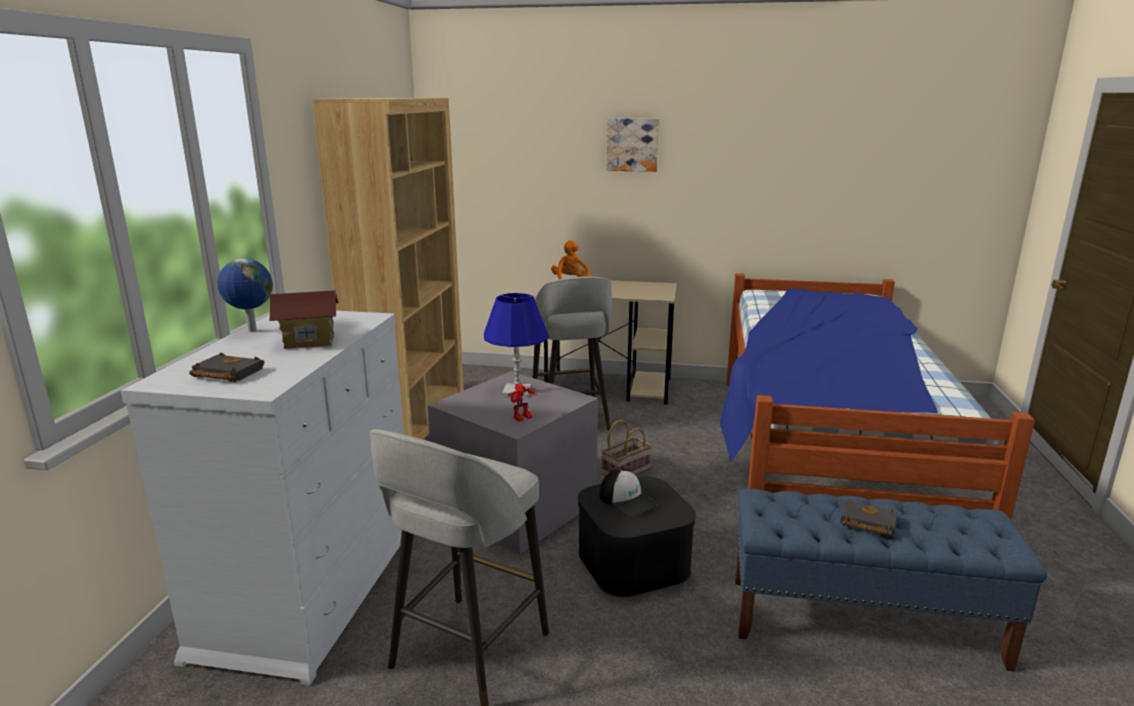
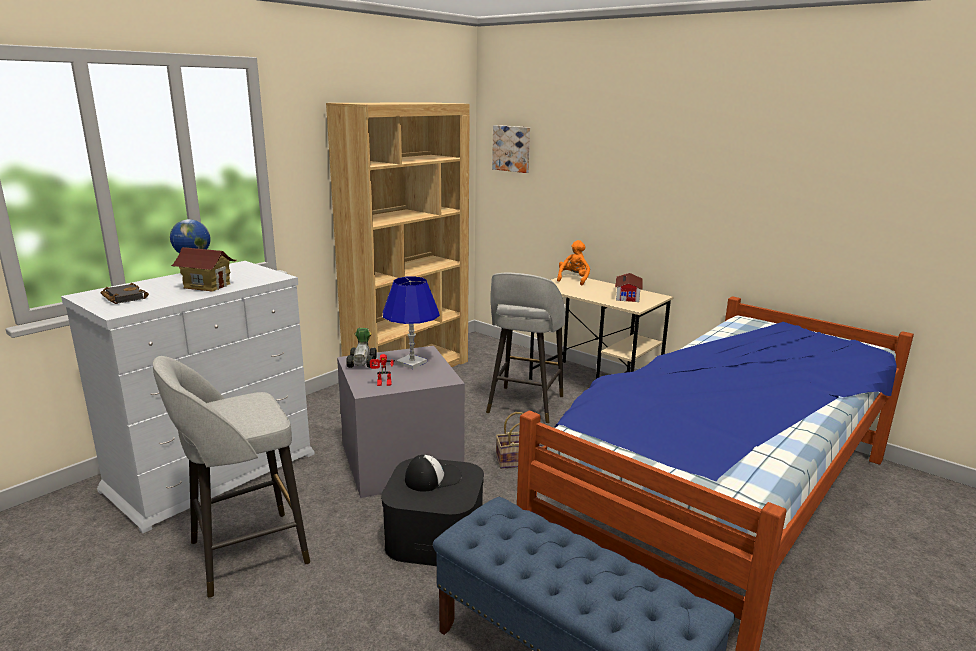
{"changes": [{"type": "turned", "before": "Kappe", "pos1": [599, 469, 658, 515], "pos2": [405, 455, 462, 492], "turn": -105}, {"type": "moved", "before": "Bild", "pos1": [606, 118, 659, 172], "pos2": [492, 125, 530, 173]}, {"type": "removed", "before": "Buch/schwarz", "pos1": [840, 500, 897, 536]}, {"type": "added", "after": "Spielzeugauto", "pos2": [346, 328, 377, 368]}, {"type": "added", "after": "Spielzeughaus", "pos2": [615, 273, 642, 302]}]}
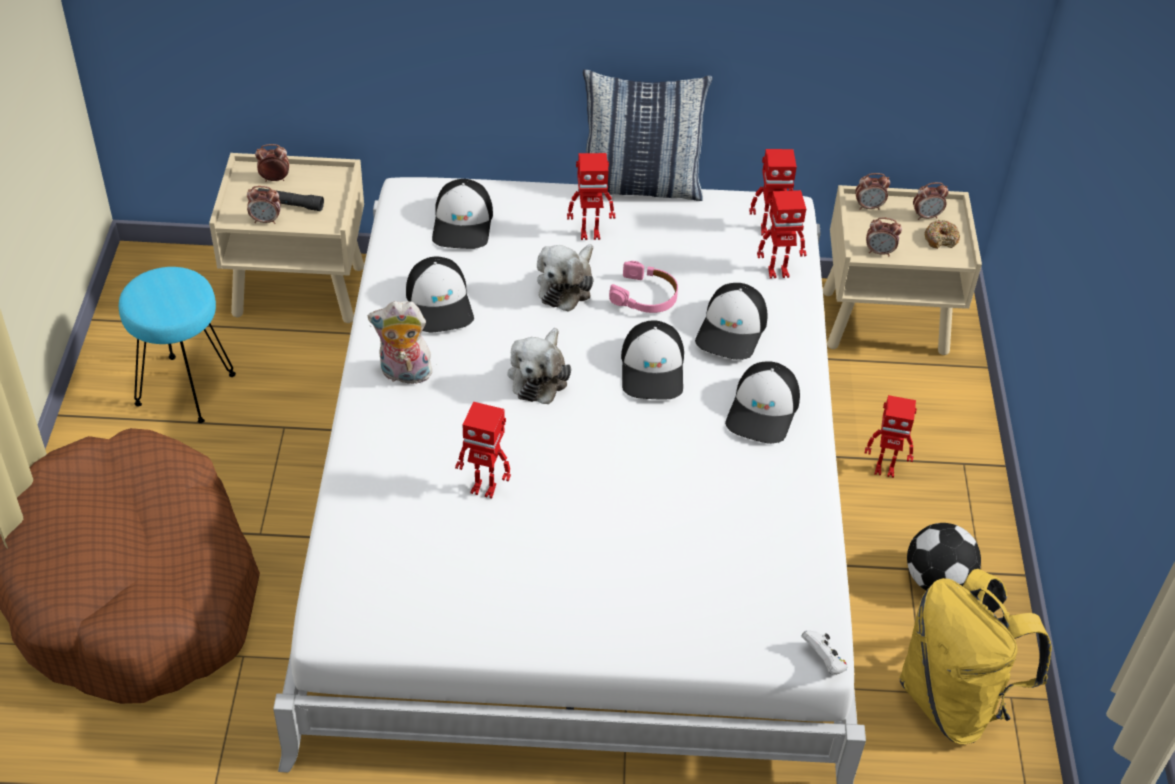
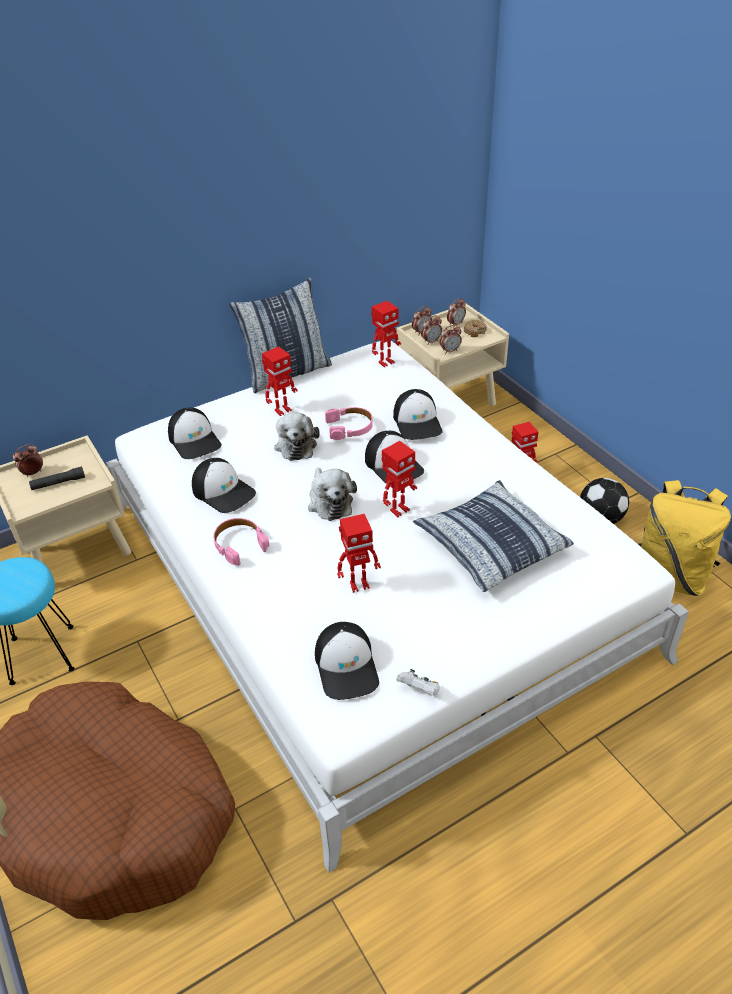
{"changes": [{"type": "moved", "before": "Wecker", "pos1": [247, 186, 281, 224], "pos2": [421, 315, 442, 345]}, {"type": "replaced", "before": "Plüschtier", "after": "Kopfhörer/rosa", "pos1": [368, 301, 432, 384], "pos2": [213, 518, 269, 566]}, {"type": "moved", "before": "Kappe", "pos1": [725, 361, 800, 444], "pos2": [315, 622, 379, 700]}, {"type": "moved", "before": "Spielzeugroboter", "pos1": [757, 190, 807, 279], "pos2": [382, 441, 417, 518]}, {"type": "moved", "before": "Gamepad/weiß", "pos1": [801, 630, 848, 675], "pos2": [397, 669, 440, 695]}, {"type": "added", "after": "Kissen", "pos2": [413, 480, 574, 592]}]}
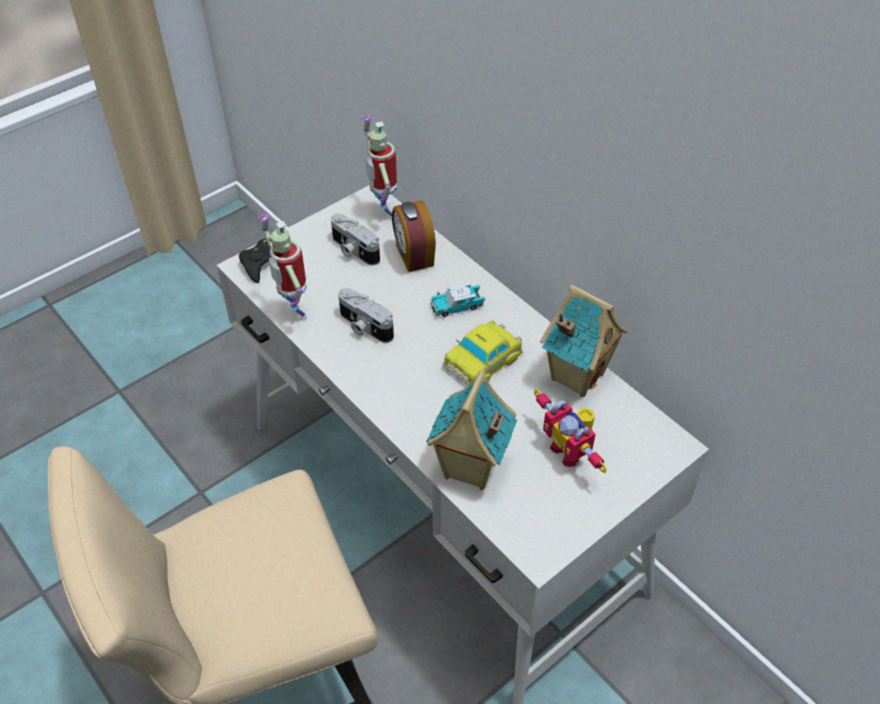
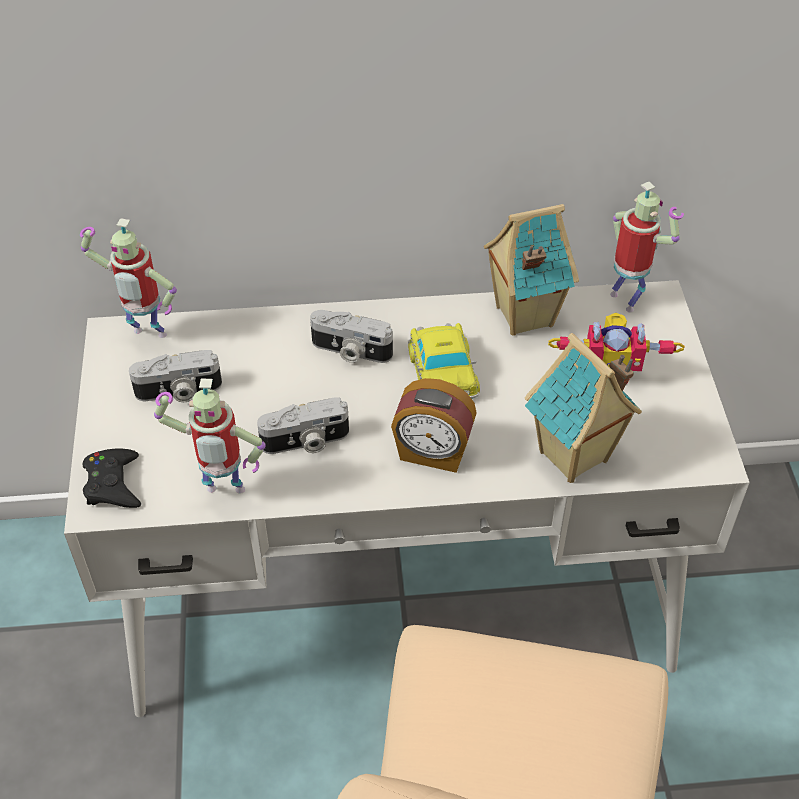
{"changes": [{"type": "moved", "before": "Wecker", "pos1": [392, 200, 436, 272], "pos2": [391, 378, 477, 473]}, {"type": "replaced", "before": "Spielzeugauto", "after": "Kamera", "pos1": [430, 282, 485, 317], "pos2": [310, 310, 393, 363]}, {"type": "added", "after": "Spielzeugroboter", "pos2": [610, 182, 684, 313]}]}
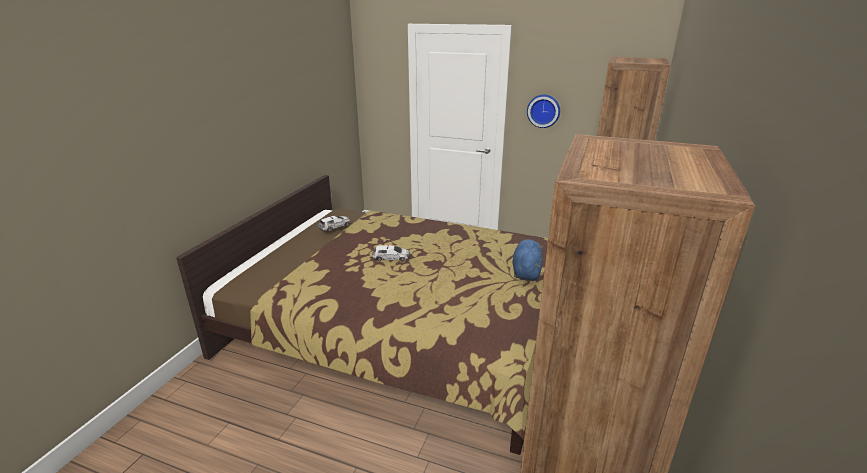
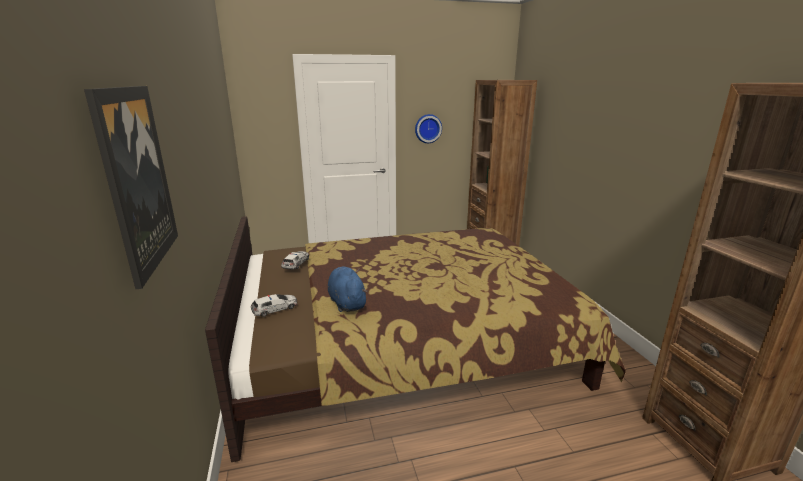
{"changes": [{"type": "moved", "before": "Spielzeugauto", "pos1": [372, 245, 410, 261], "pos2": [251, 294, 297, 317]}, {"type": "moved", "before": "Plüschtier/blau", "pos1": [512, 239, 544, 281], "pos2": [328, 267, 368, 312]}, {"type": "added", "after": "Bild", "pos2": [84, 86, 178, 289]}]}
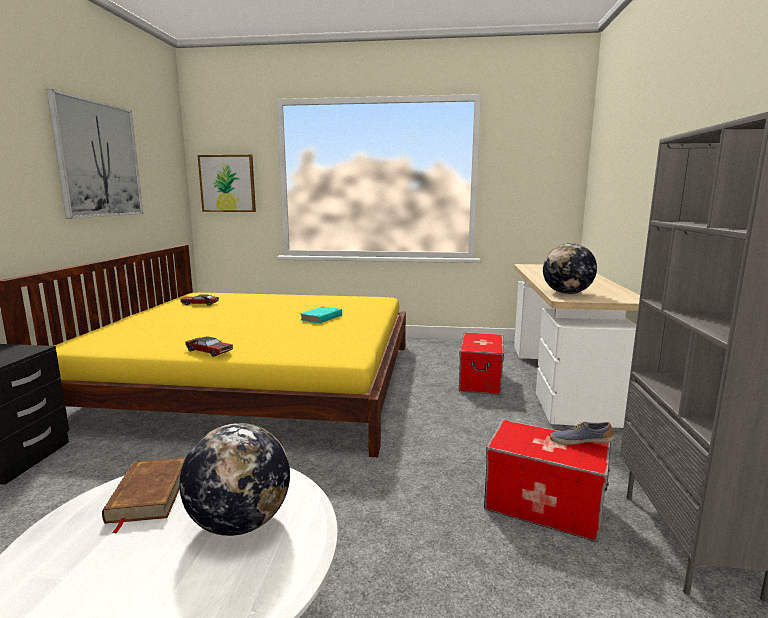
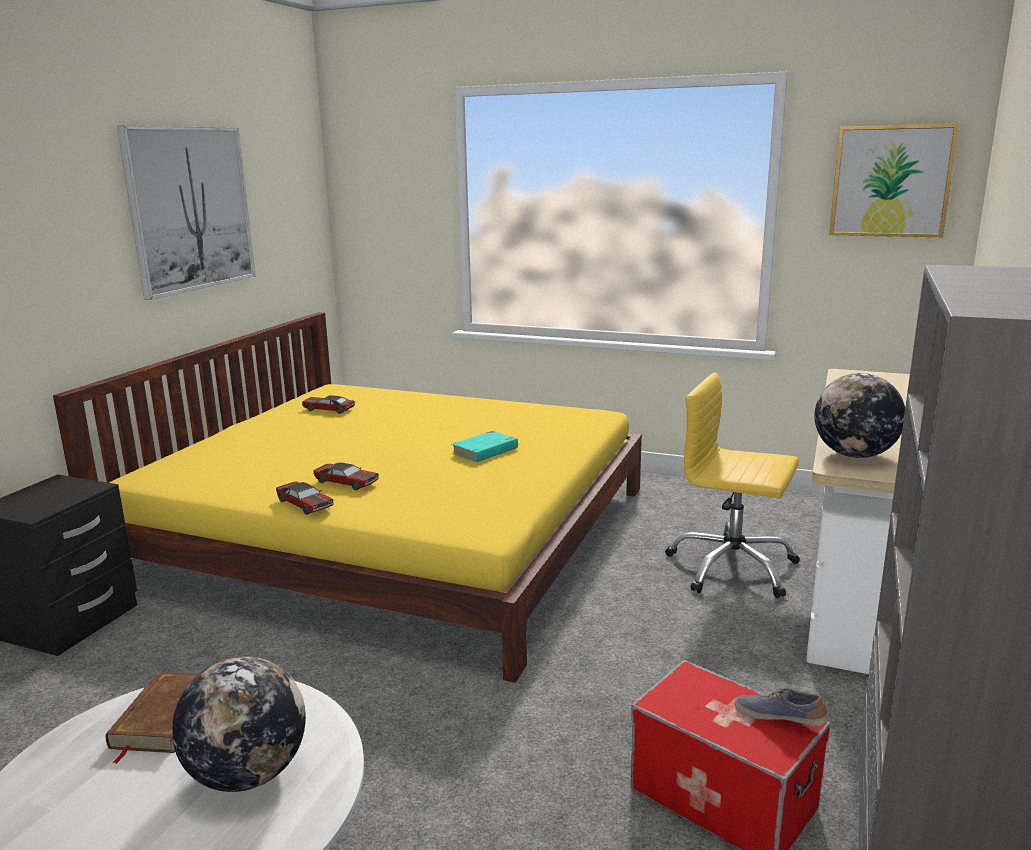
{"changes": [{"type": "moved", "before": "Bild", "pos1": [198, 155, 256, 212], "pos2": [829, 124, 959, 237]}, {"type": "replaced", "before": "Aufbewahrungsbox", "after": "Bürostuhl/gelb", "pos1": [459, 332, 504, 395], "pos2": [665, 372, 800, 598]}, {"type": "added", "after": "Spielzeugauto", "pos2": [313, 462, 379, 490]}]}
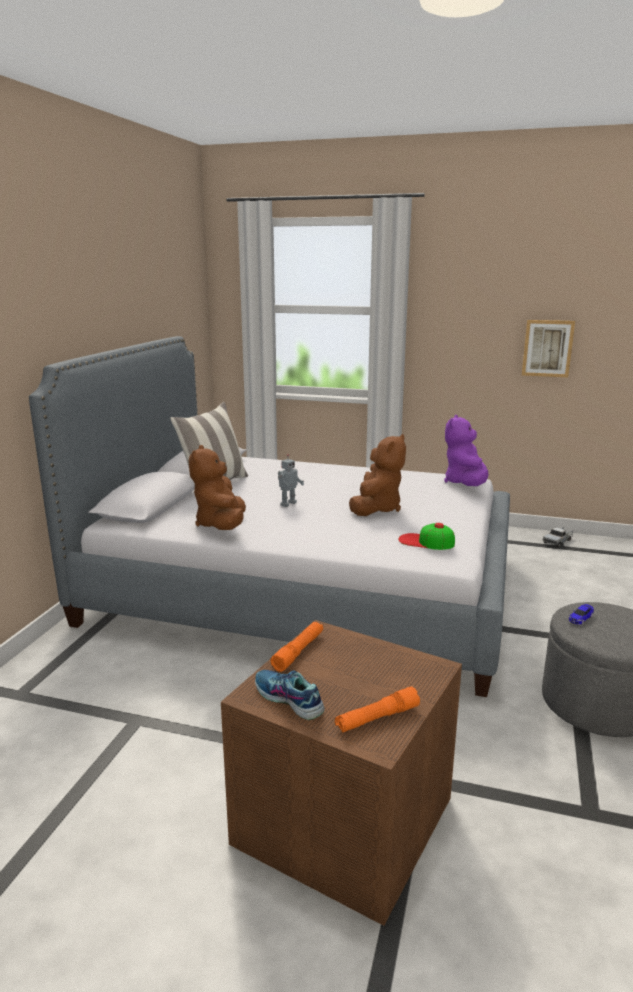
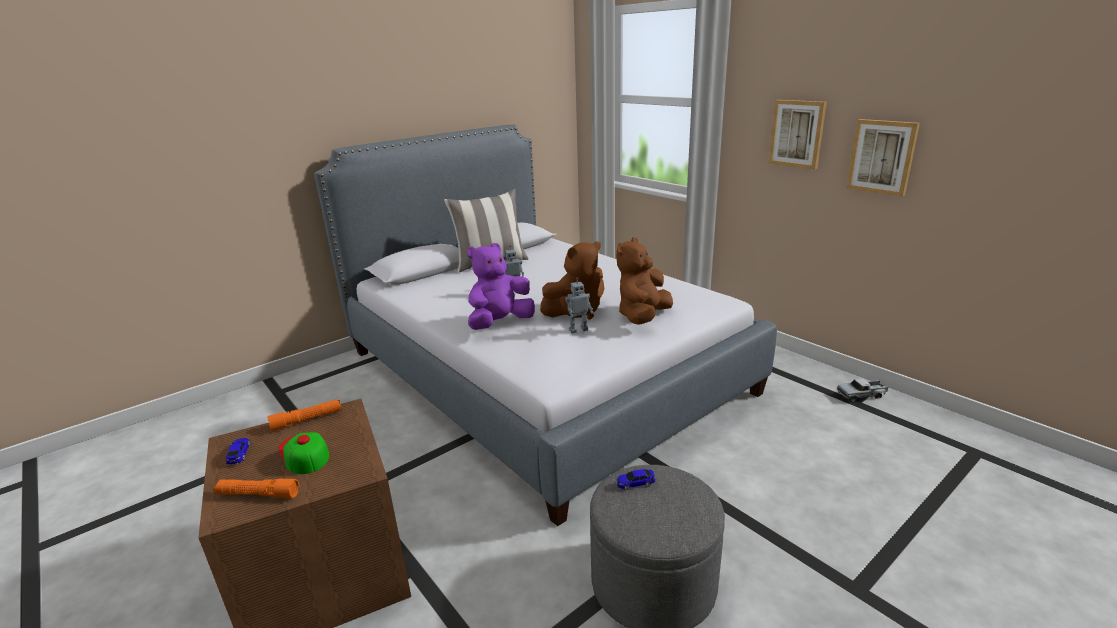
{"changes": [{"type": "moved", "before": "Plüschtier/braun", "pos1": [189, 445, 246, 530], "pos2": [616, 237, 673, 325]}, {"type": "replaced", "before": "Schuh", "after": "Spielzeugauto", "pos1": [255, 670, 325, 720], "pos2": [226, 438, 250, 465]}, {"type": "moved", "before": "Kappe", "pos1": [398, 523, 455, 550], "pos2": [278, 432, 330, 474]}, {"type": "moved", "before": "Plüschtier/lila", "pos1": [444, 415, 488, 486], "pos2": [467, 243, 535, 330]}, {"type": "added", "after": "Spielzeugroboter", "pos2": [565, 277, 593, 333]}, {"type": "added", "after": "Bild", "pos2": [769, 100, 827, 169]}]}
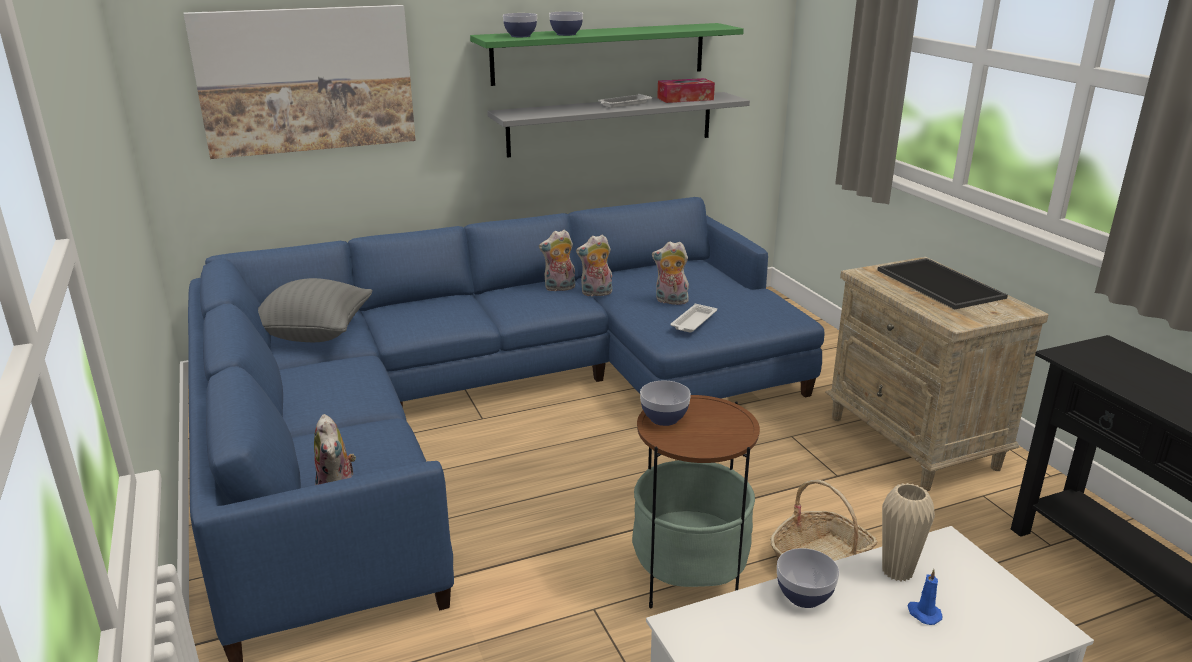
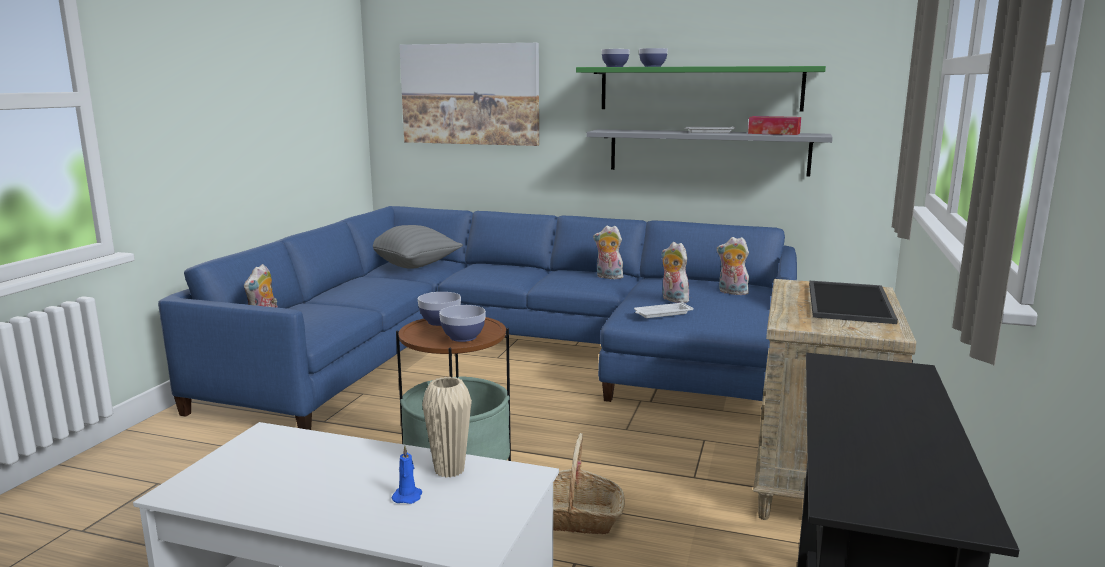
{"changes": [{"type": "moved", "before": "Plüschtier", "pos1": [576, 235, 612, 297], "pos2": [717, 237, 752, 295]}, {"type": "moved", "before": "Schüssel", "pos1": [777, 548, 839, 608], "pos2": [439, 305, 486, 342]}]}
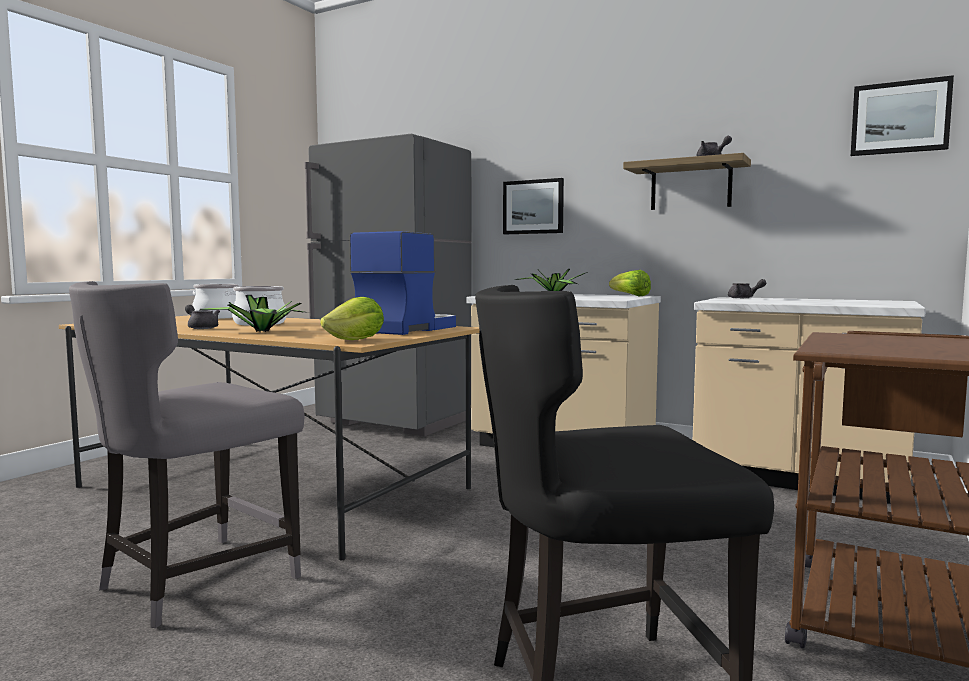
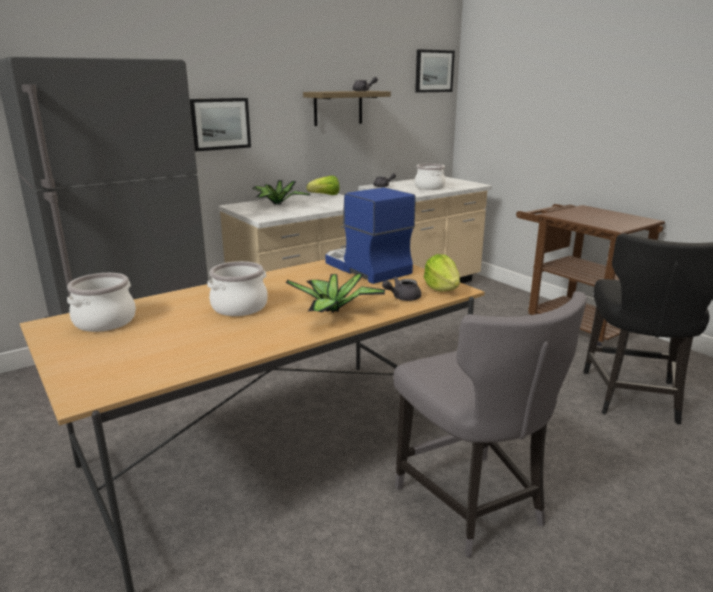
{"changes": [{"type": "moved", "before": "Teekanne/grau", "pos1": [185, 305, 220, 329], "pos2": [382, 277, 421, 301]}, {"type": "added", "after": "Kochtopf", "pos2": [415, 164, 446, 190]}]}
